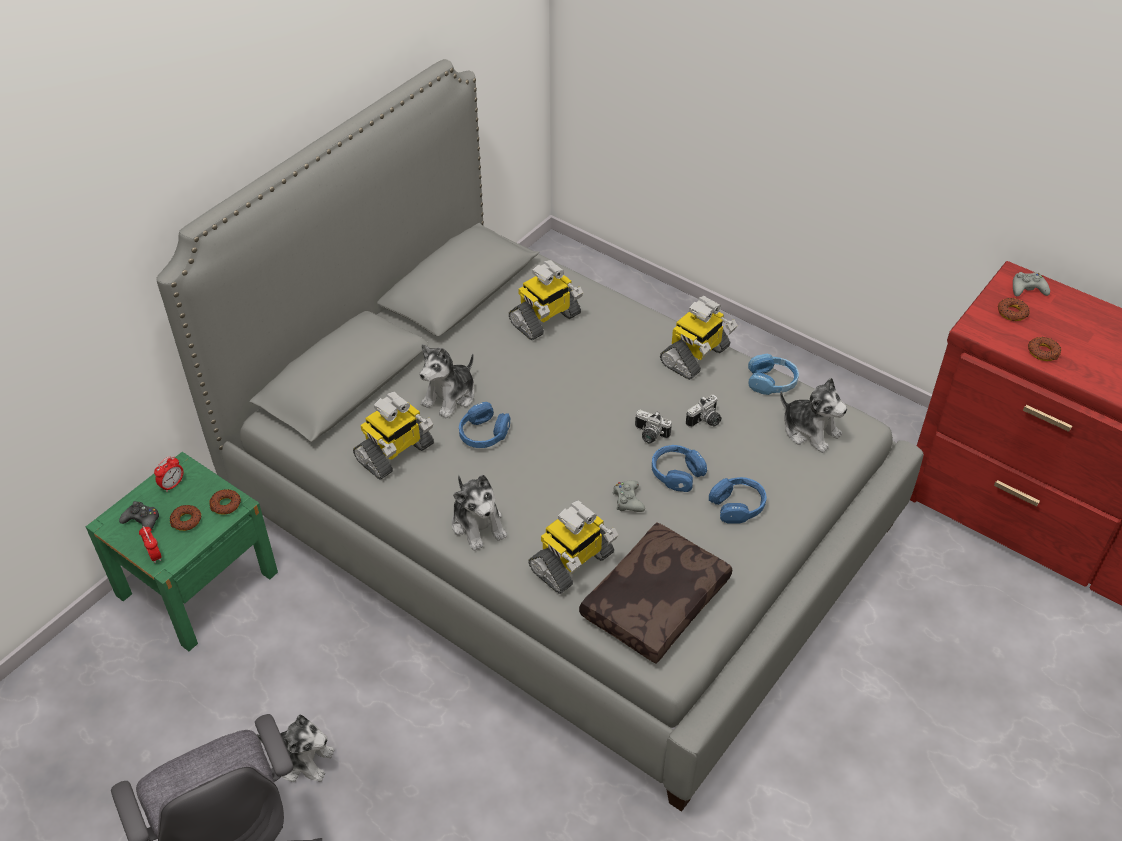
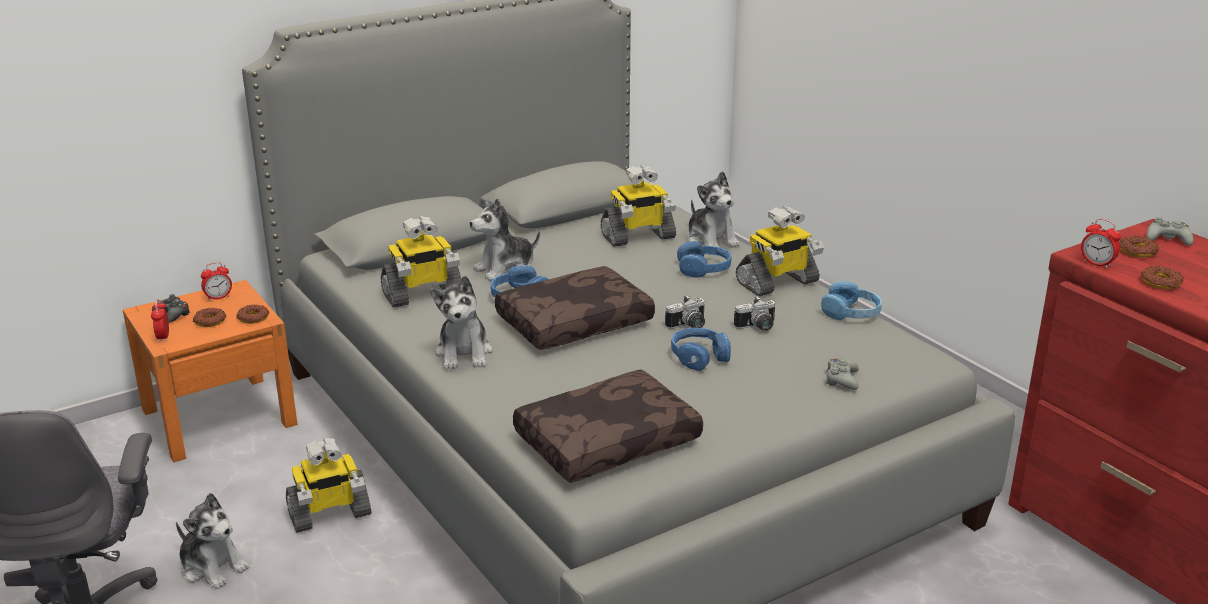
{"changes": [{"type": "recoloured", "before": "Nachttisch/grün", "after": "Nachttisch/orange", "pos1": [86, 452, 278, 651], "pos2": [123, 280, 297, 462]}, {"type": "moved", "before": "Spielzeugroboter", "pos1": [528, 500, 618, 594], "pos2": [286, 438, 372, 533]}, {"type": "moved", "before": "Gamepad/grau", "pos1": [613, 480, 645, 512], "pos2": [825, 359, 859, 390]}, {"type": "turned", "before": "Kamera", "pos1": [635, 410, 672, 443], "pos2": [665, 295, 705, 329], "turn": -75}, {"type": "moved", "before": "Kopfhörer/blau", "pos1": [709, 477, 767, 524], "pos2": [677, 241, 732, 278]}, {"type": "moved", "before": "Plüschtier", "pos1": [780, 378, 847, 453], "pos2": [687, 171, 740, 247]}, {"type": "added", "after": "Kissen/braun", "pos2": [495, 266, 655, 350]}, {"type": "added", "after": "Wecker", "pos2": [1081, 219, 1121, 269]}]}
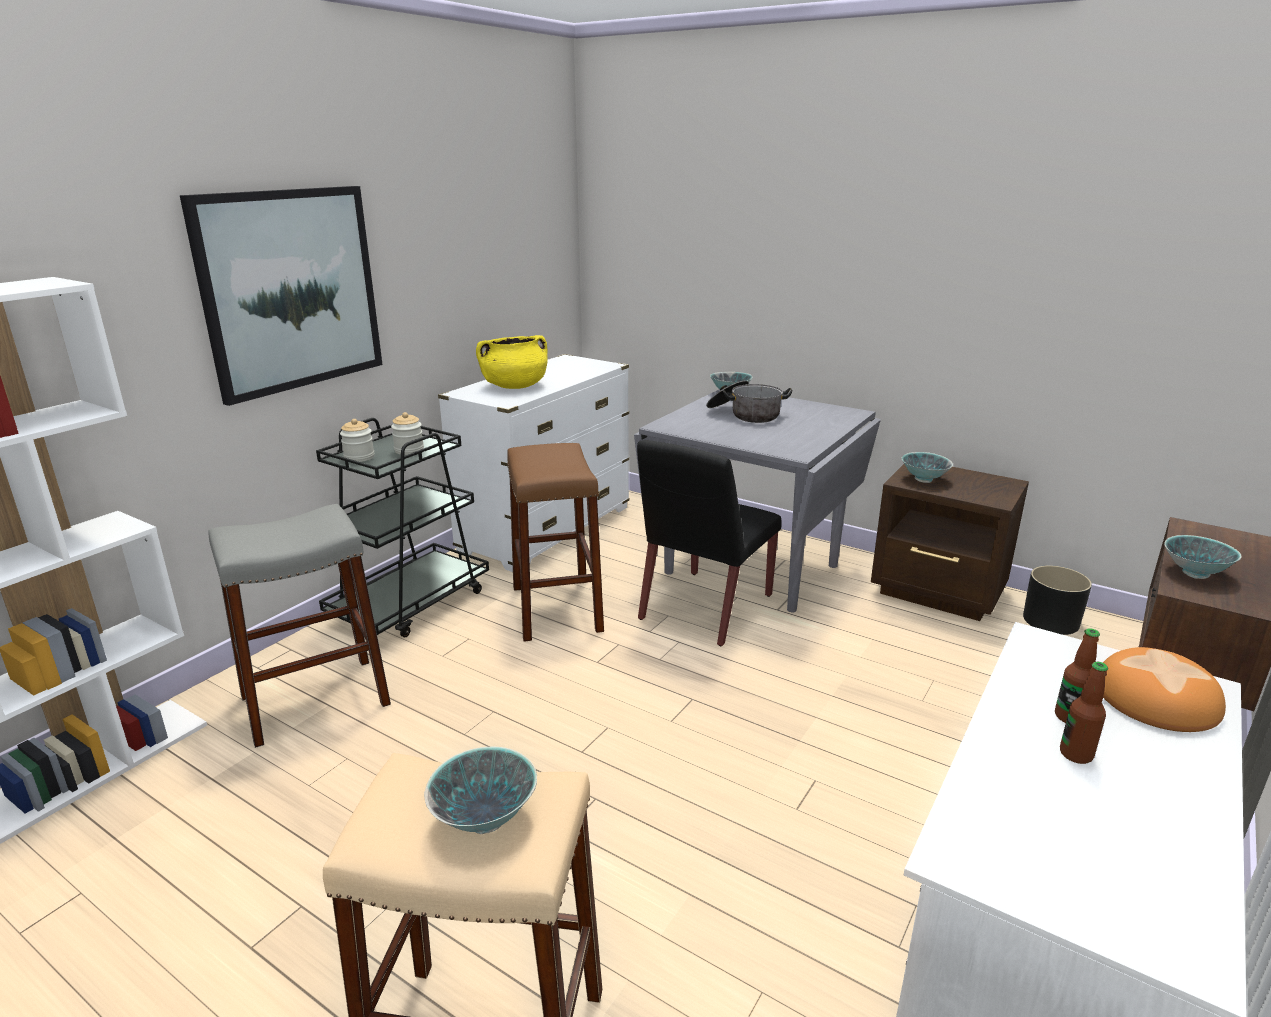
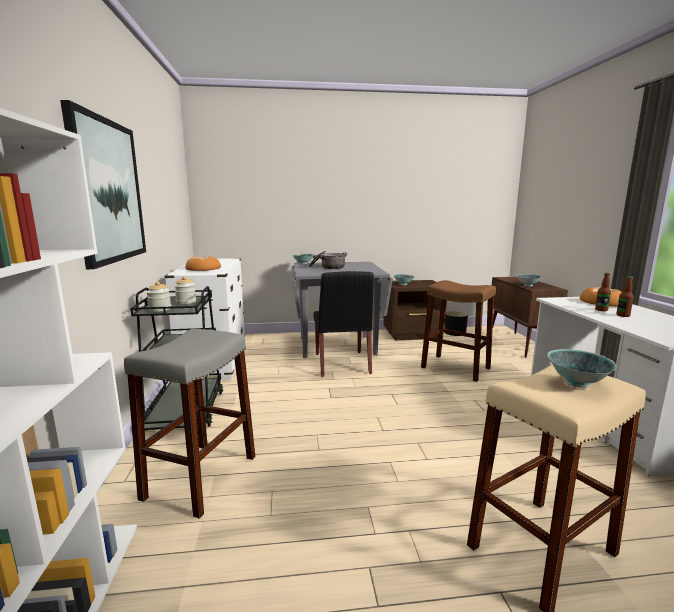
{"changes": [{"type": "replaced", "before": "Kochtopf/gelb", "after": "Brot", "pos1": [476, 335, 547, 389], "pos2": [185, 256, 221, 271]}, {"type": "moved", "before": "Hocker/braun", "pos1": [507, 443, 604, 642], "pos2": [421, 280, 496, 382]}]}
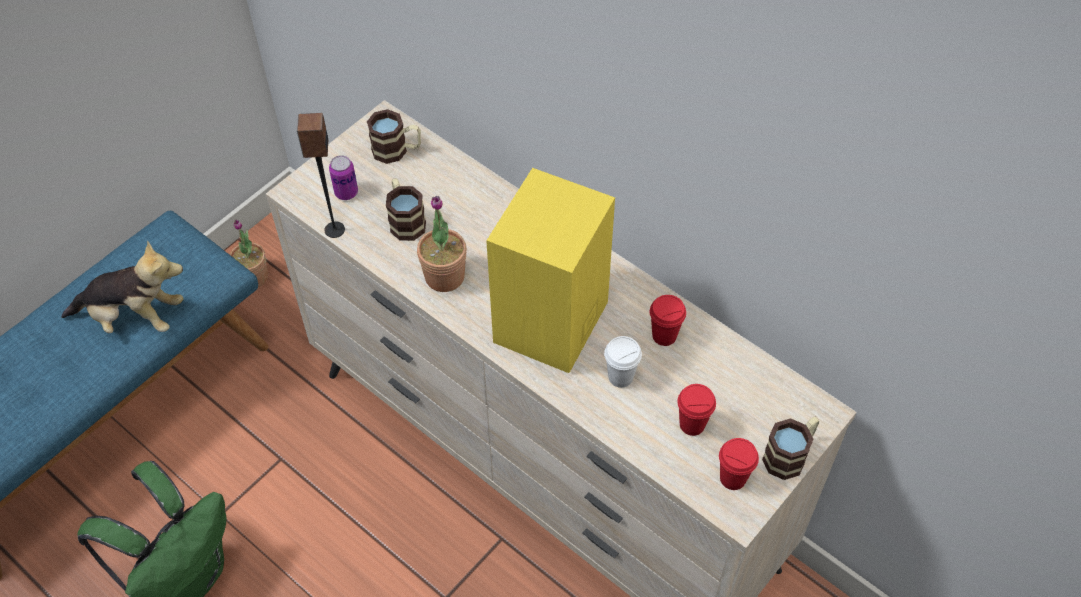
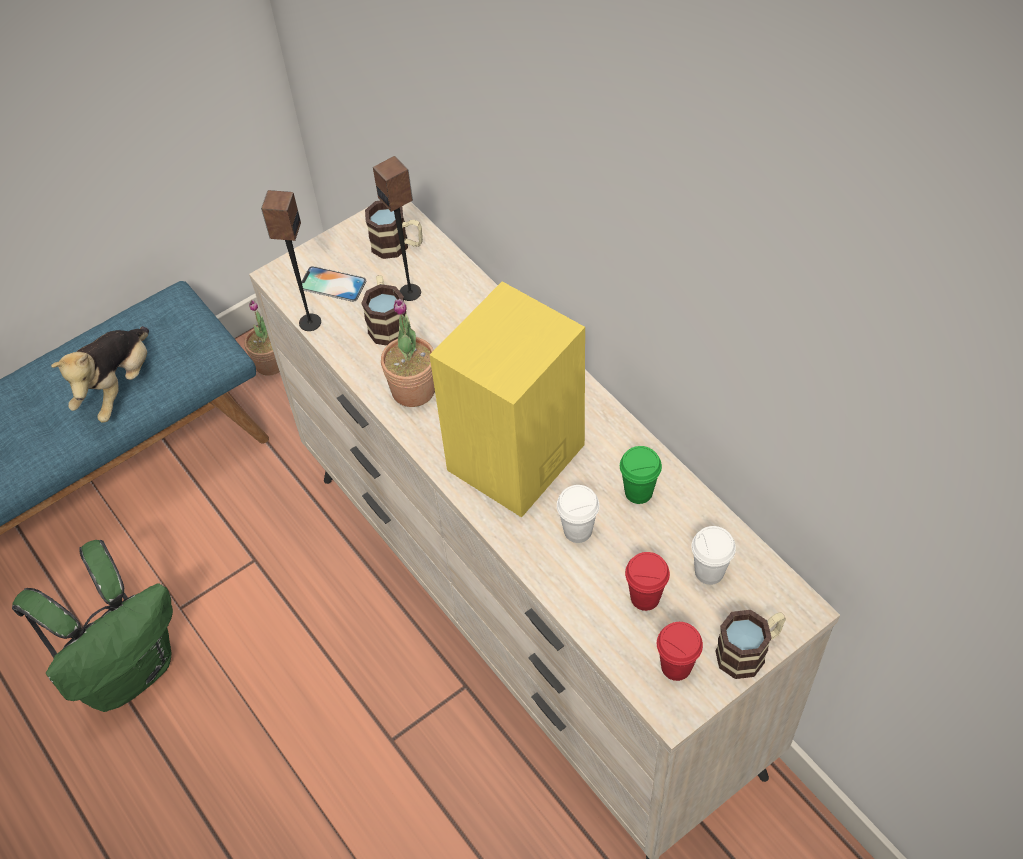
{"changes": [{"type": "turned", "before": "Plüschtier", "pos1": [61, 240, 183, 333], "pos2": [51, 326, 149, 422], "turn": 90}, {"type": "replaced", "before": "Dose", "after": "Handy", "pos1": [329, 155, 358, 200], "pos2": [301, 266, 366, 302]}, {"type": "recoloured", "before": "Tasse/rot", "after": "Tasse/grün", "pos1": [650, 295, 686, 346], "pos2": [620, 446, 662, 504]}, {"type": "added", "after": "Lautsprecher", "pos2": [373, 156, 421, 301]}, {"type": "added", "after": "Tasse/weiß", "pos2": [692, 526, 736, 585]}]}
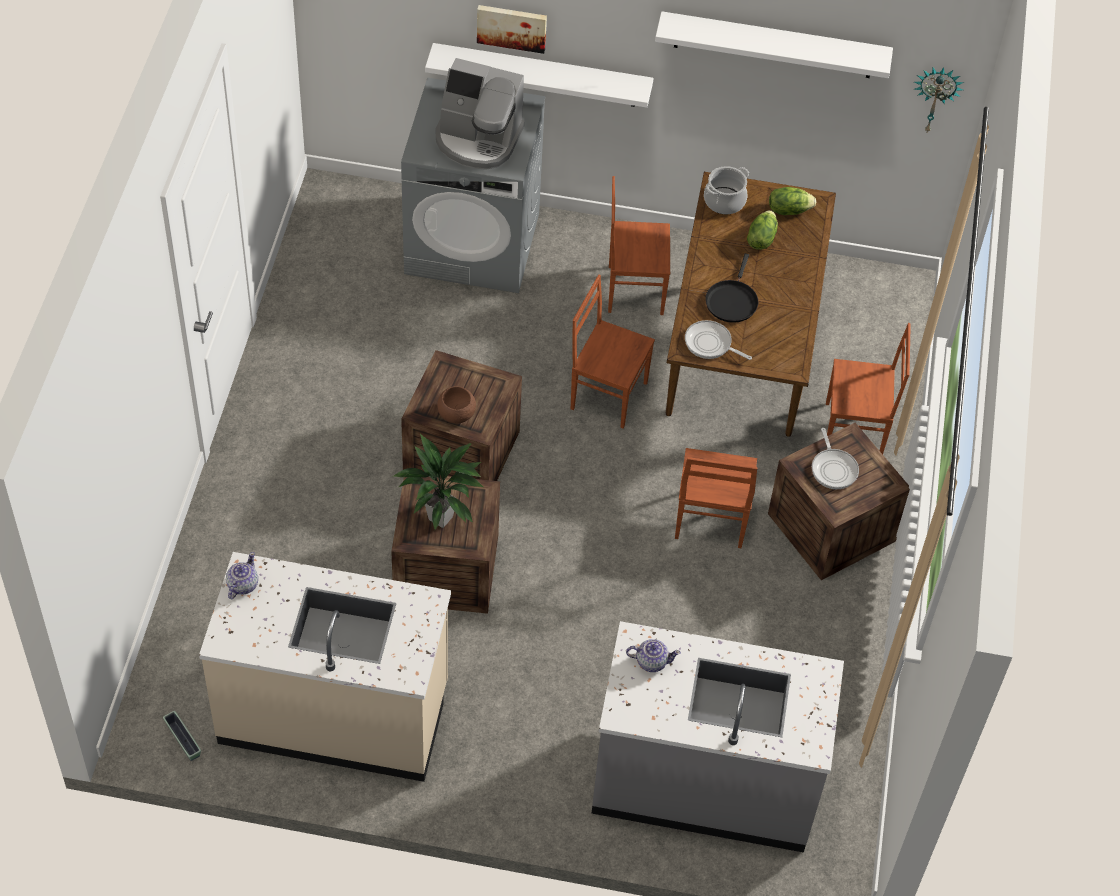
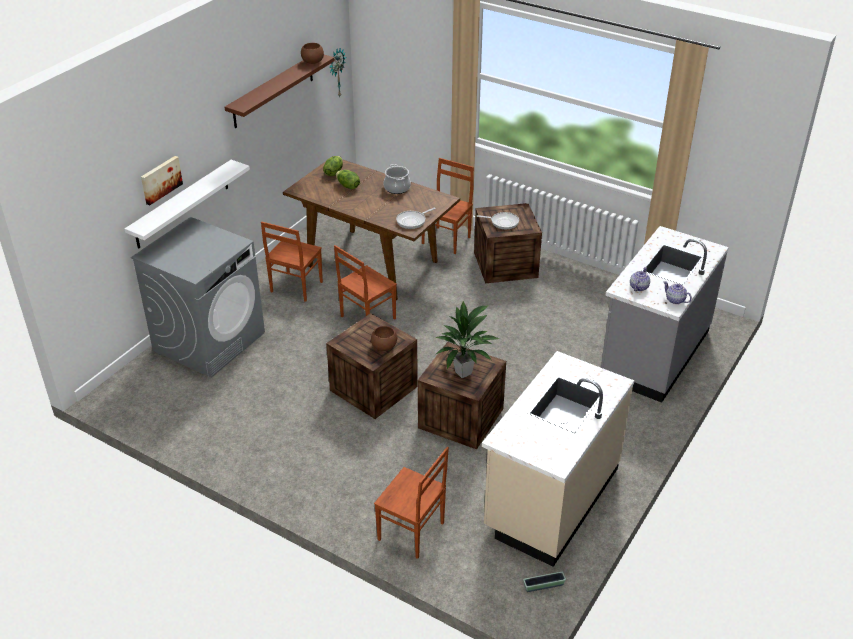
{"changes": [{"type": "moved", "before": "Teekanne", "pos1": [226, 552, 258, 599], "pos2": [663, 281, 692, 304]}, {"type": "removed", "before": "Kaffeemaschine", "pos1": [436, 58, 525, 170]}, {"type": "recoloured", "before": "Wandregal/weiß", "after": "Wandregal/braun", "pos1": [655, 11, 893, 78], "pos2": [225, 55, 334, 129]}, {"type": "moved", "before": "Stuhl/braun", "pos1": [675, 448, 758, 548], "pos2": [374, 447, 449, 559]}, {"type": "moved", "before": "Kochtopf", "pos1": [704, 166, 749, 214], "pos2": [383, 164, 411, 194]}, {"type": "removed", "before": "Pfanne/schwarz", "pos1": [705, 253, 758, 323]}, {"type": "added", "after": "Schüssel/braun", "pos2": [301, 43, 324, 64]}]}
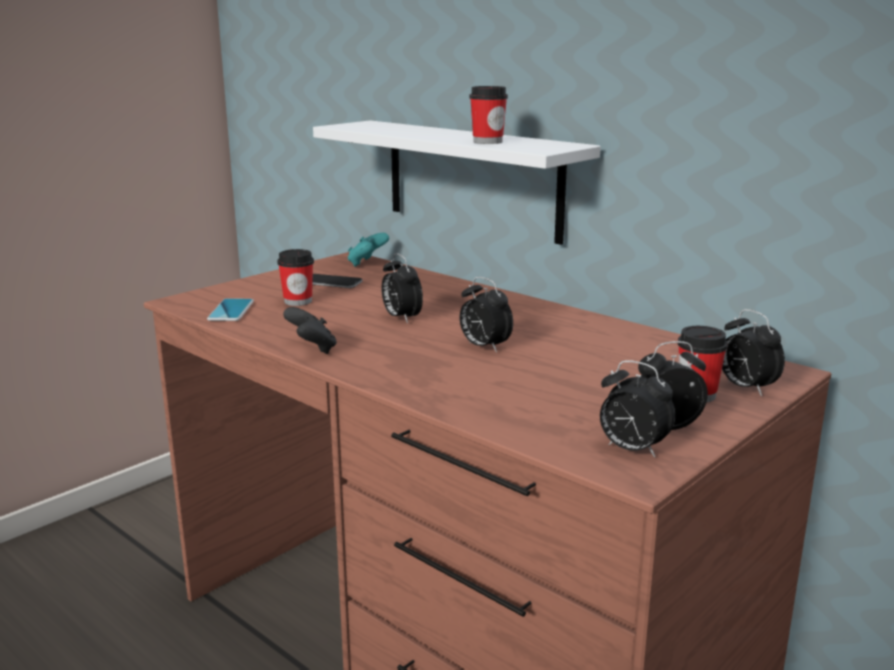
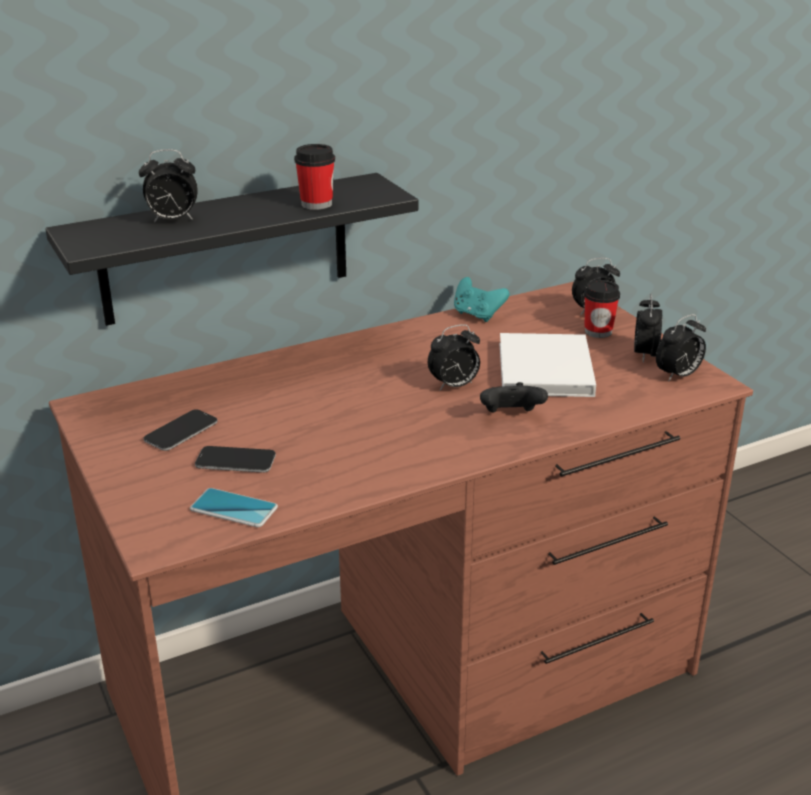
{"changes": [{"type": "replaced", "before": "Tasse", "after": "Handy", "pos1": [277, 249, 314, 306], "pos2": [195, 446, 276, 473]}, {"type": "moved", "before": "Gamepad/schwarz", "pos1": [283, 307, 337, 354], "pos2": [480, 382, 548, 413]}, {"type": "recoloured", "before": "Wandregal/weiß", "after": "Wandregal/schwarz", "pos1": [313, 120, 601, 245], "pos2": [45, 173, 418, 326]}, {"type": "moved", "before": "Gamepad/türkis", "pos1": [348, 233, 389, 267], "pos2": [454, 277, 509, 322]}, {"type": "moved", "before": "Wecker", "pos1": [381, 253, 423, 323], "pos2": [139, 149, 198, 223]}, {"type": "added", "after": "Buch/weiß", "pos2": [500, 333, 596, 397]}]}
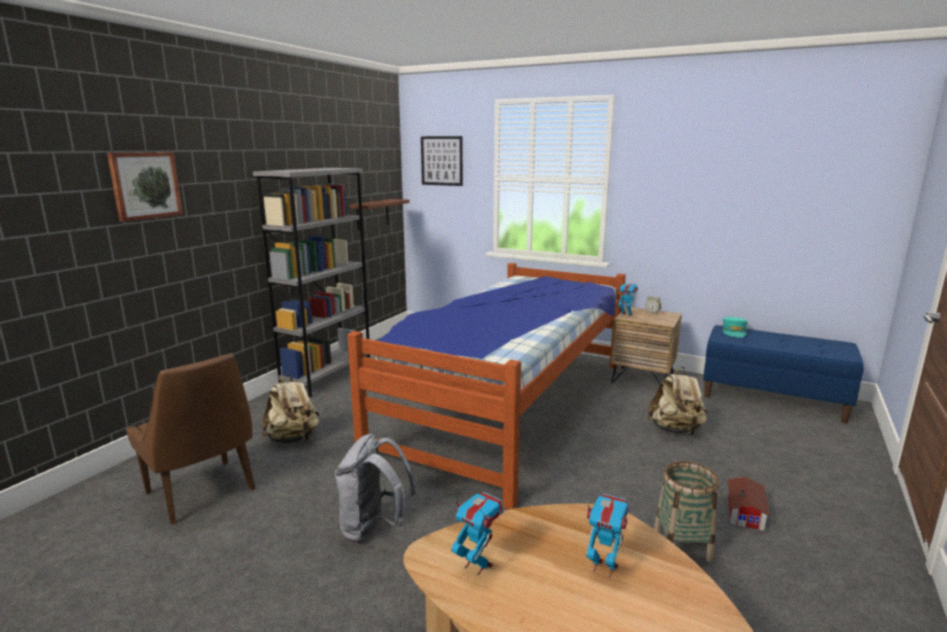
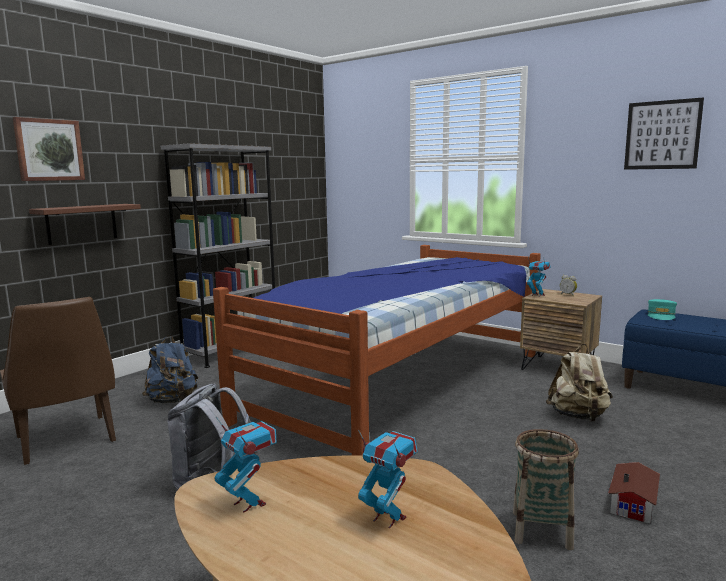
{"changes": [{"type": "recoloured", "before": "Rucksack/beige", "after": "Rucksack/blau", "pos1": [261, 374, 319, 443], "pos2": [142, 335, 198, 403]}, {"type": "moved", "before": "Wandregal/braun", "pos1": [350, 199, 409, 230], "pos2": [29, 204, 141, 245]}, {"type": "moved", "before": "Bild", "pos1": [421, 136, 463, 186], "pos2": [624, 97, 704, 170]}]}
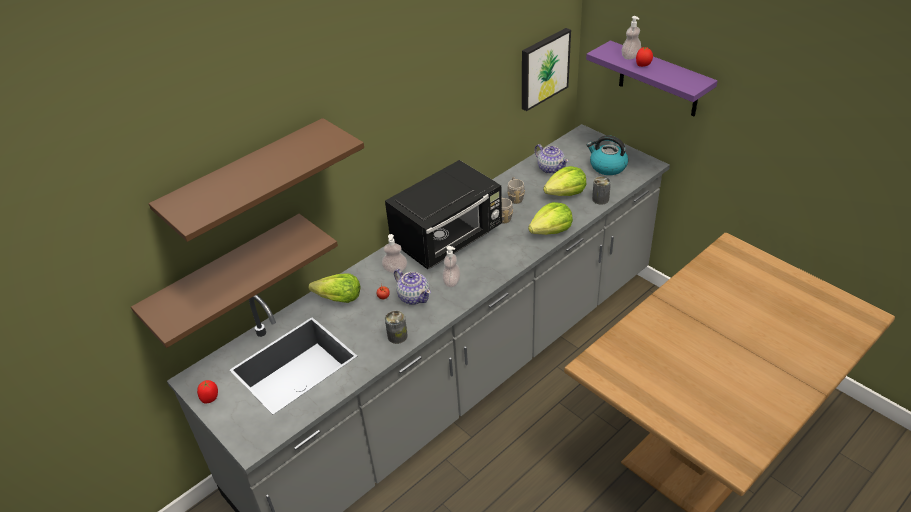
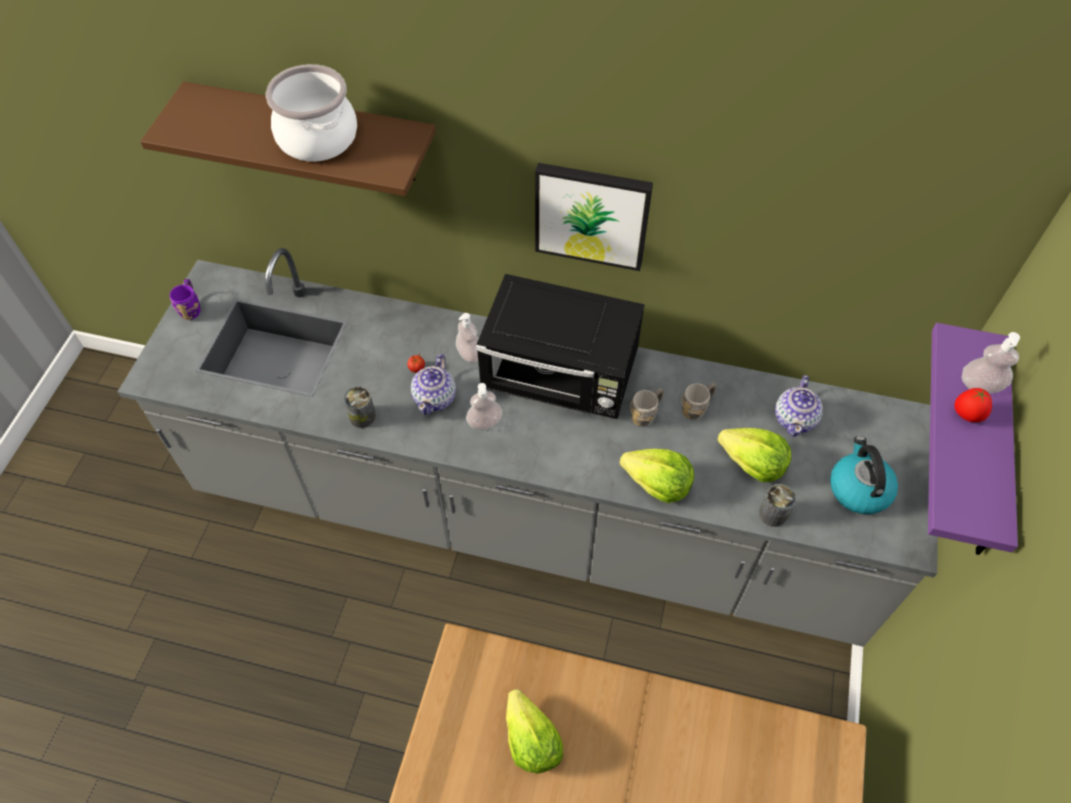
{"changes": [{"type": "removed", "before": "Wandregal/braun", "pos1": [131, 214, 338, 348]}, {"type": "replaced", "before": "Tomate", "after": "Henkelbecher/lila", "pos1": [197, 380, 218, 404], "pos2": [170, 279, 200, 320]}, {"type": "moved", "before": "Salatkopf", "pos1": [308, 273, 360, 303], "pos2": [506, 689, 563, 773]}, {"type": "moved", "before": "Bild", "pos1": [522, 28, 571, 111], "pos2": [535, 163, 653, 271]}, {"type": "added", "after": "Kochtopf", "pos2": [266, 64, 357, 162]}]}
